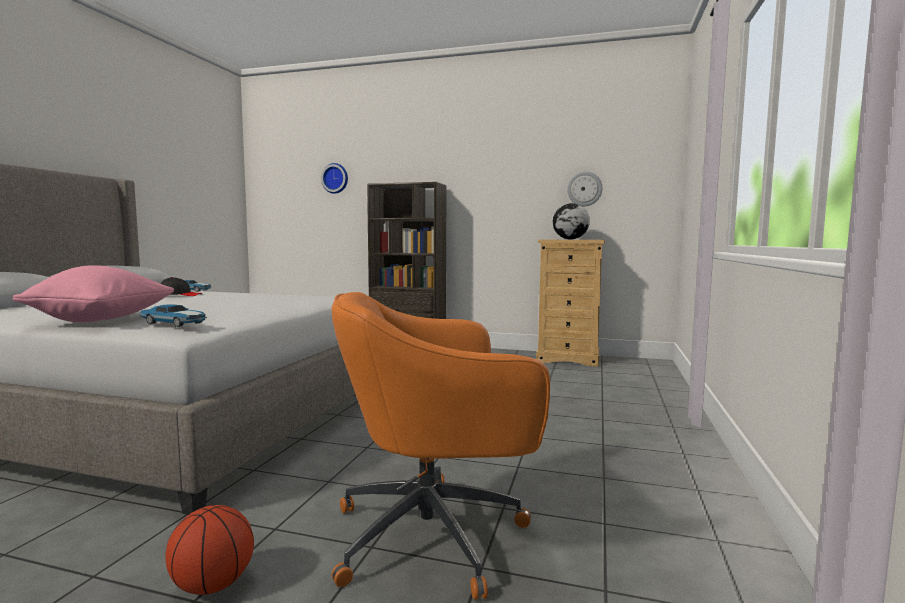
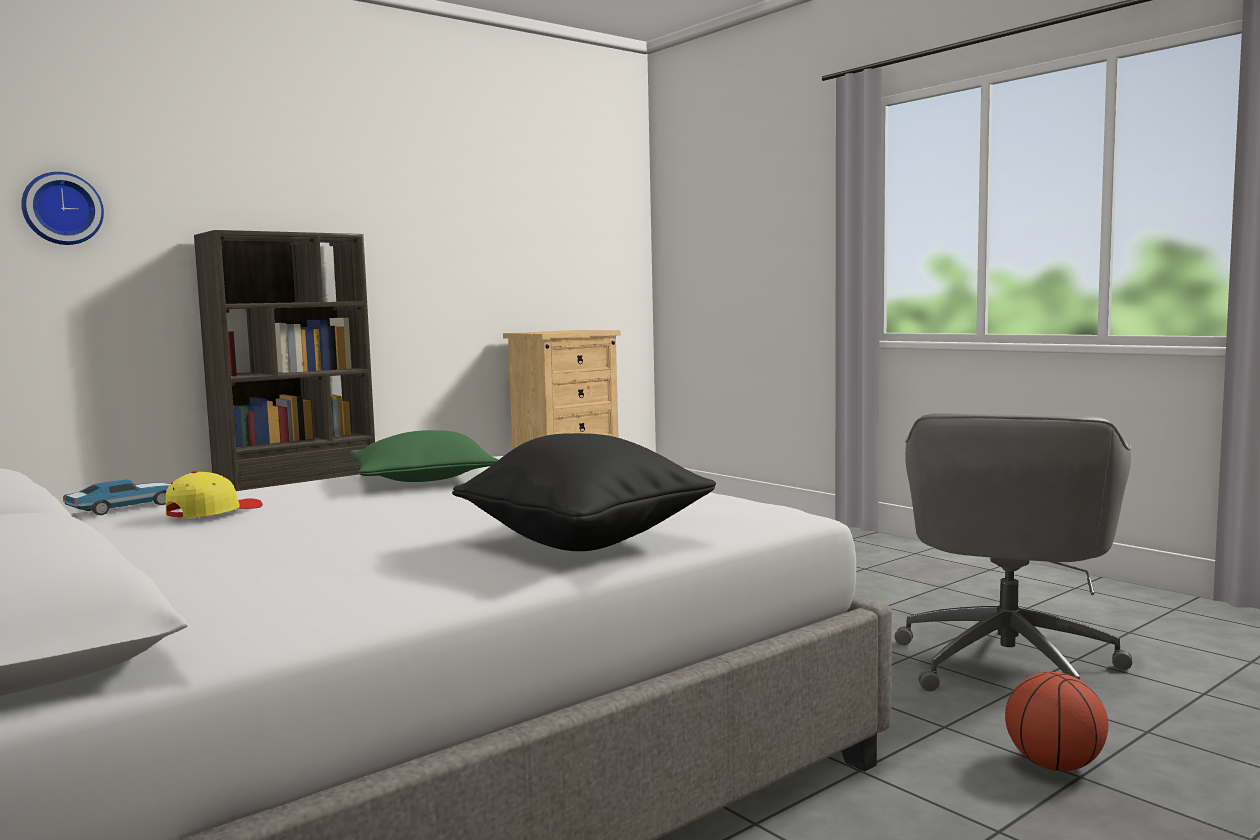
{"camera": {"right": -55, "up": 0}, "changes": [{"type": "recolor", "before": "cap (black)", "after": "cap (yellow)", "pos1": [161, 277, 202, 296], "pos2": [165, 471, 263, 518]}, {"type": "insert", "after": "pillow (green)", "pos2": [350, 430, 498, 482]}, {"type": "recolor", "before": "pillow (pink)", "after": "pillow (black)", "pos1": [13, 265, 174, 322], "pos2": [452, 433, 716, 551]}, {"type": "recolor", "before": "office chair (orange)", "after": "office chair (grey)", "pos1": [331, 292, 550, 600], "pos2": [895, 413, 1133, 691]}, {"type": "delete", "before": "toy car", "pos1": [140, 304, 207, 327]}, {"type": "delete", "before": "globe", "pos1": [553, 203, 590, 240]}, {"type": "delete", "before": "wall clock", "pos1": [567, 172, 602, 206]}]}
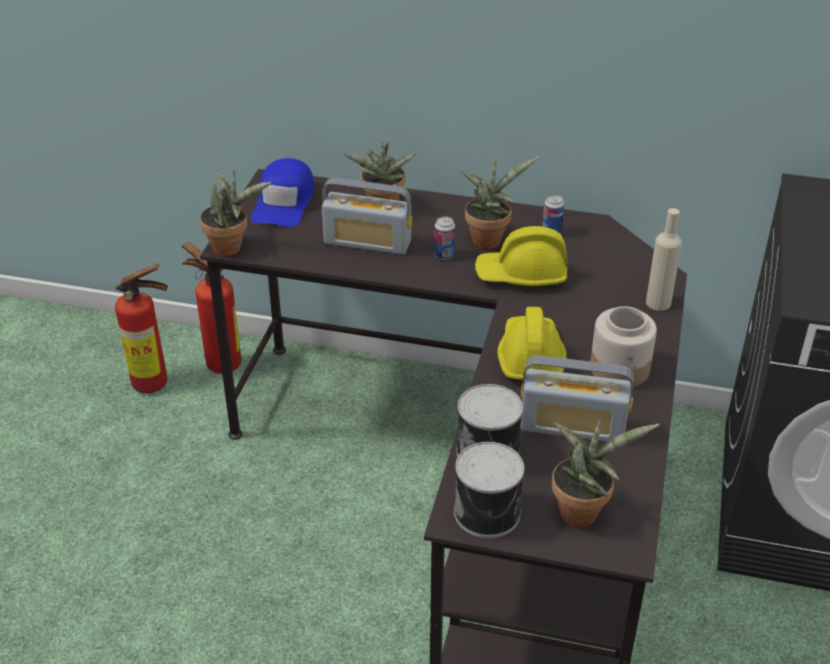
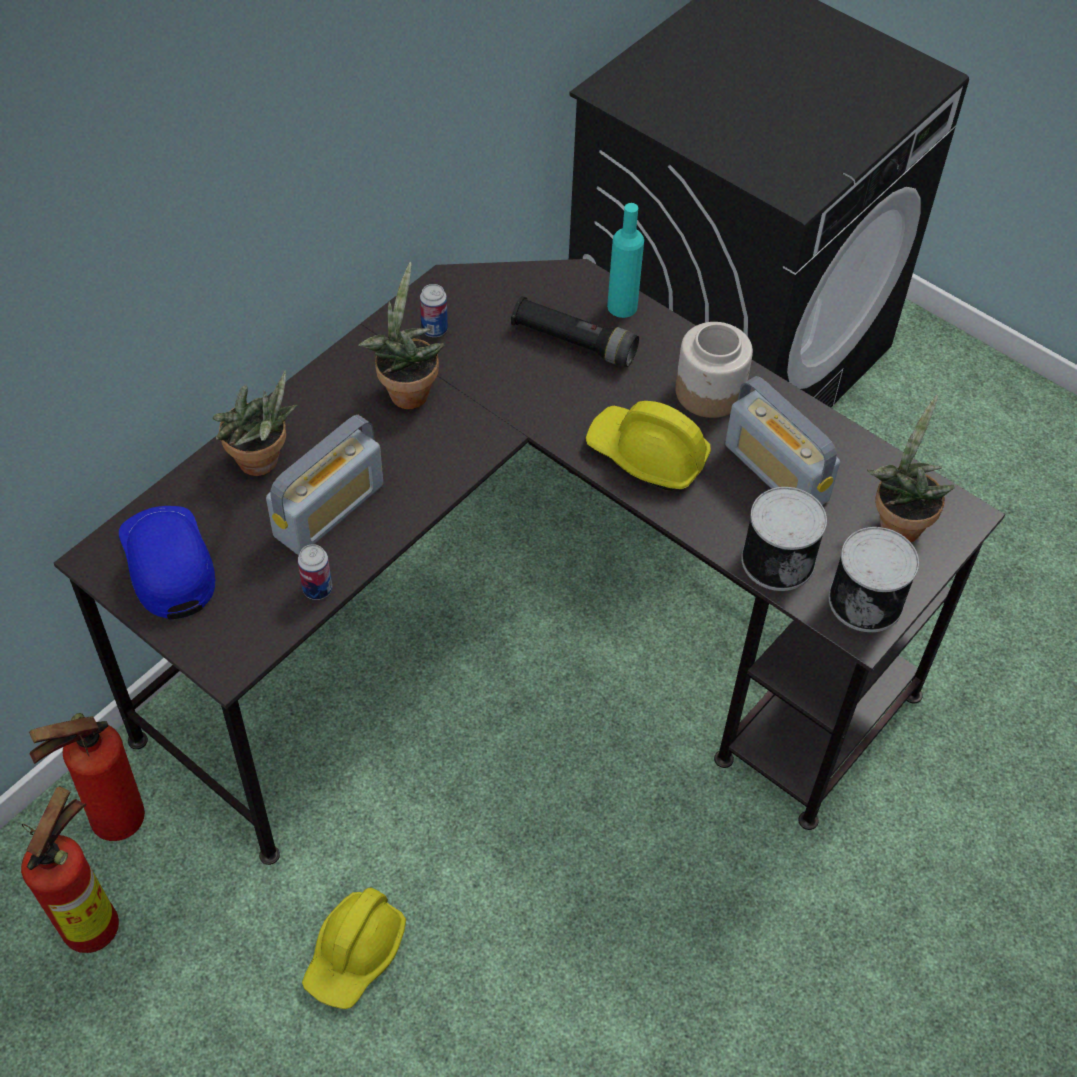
{"camera": {"right": -65, "up": 15}, "changes": [{"type": "rotate", "before": "cap (blue)", "pos1": [251, 158, 314, 227], "pos2": [119, 506, 215, 619], "turn": -150}, {"type": "move", "before": "can", "pos1": [434, 216, 455, 260], "pos2": [298, 544, 332, 600]}, {"type": "move", "before": "hard hat (yellow)", "pos1": [475, 226, 567, 289], "pos2": [302, 887, 406, 1009]}, {"type": "insert", "after": "flashlight (black)", "pos2": [511, 296, 639, 367]}, {"type": "recolor", "before": "bottle (beige)", "after": "bottle (turquoise)", "pos1": [646, 208, 682, 311], "pos2": [607, 203, 644, 318]}, {"type": "rotate", "before": "radio", "pos1": [520, 356, 634, 442], "pos2": [725, 376, 840, 505], "turn": 105}, {"type": "delete", "before": "potted plant", "pos1": [200, 170, 271, 256]}]}
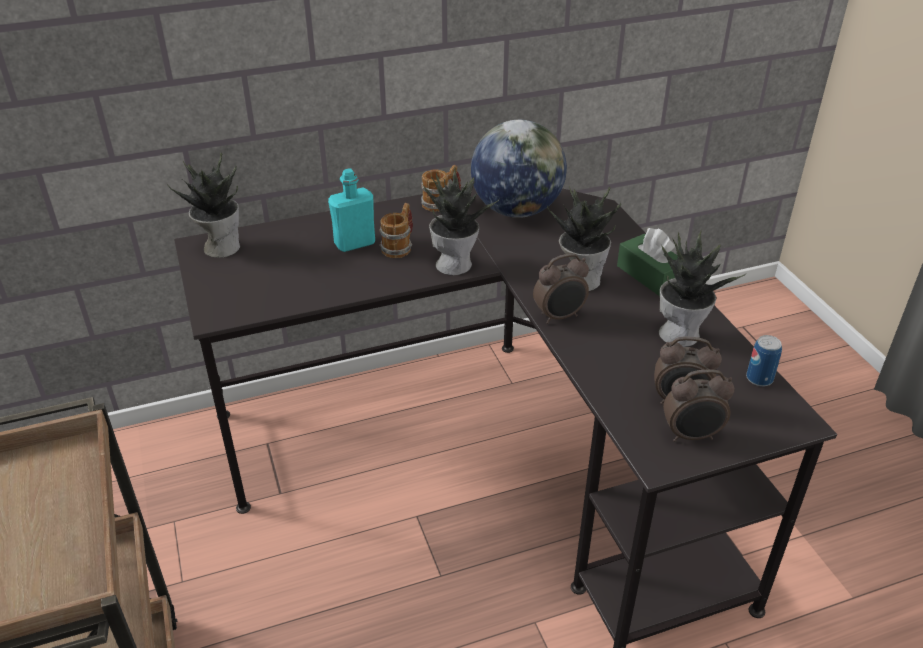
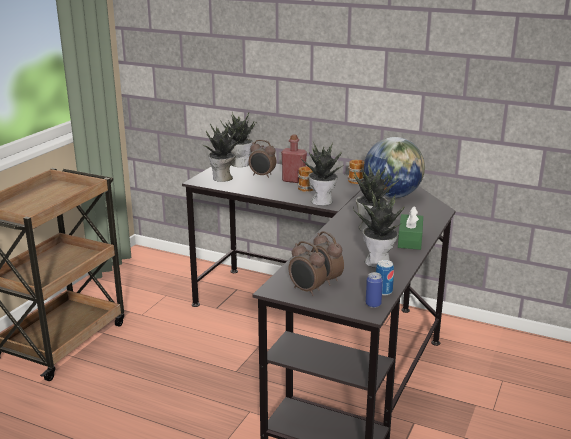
{"camera": {"right": 45, "up": -15}, "changes": [{"type": "insert", "after": "potted plant", "pos2": [202, 123, 241, 182]}, {"type": "move", "before": "alarm clock", "pos1": [533, 253, 589, 324], "pos2": [249, 140, 276, 178]}, {"type": "recolor", "before": "bottle (turquoise)", "after": "bottle (red)", "pos1": [328, 168, 375, 252], "pos2": [281, 134, 307, 183]}, {"type": "insert", "after": "can", "pos2": [366, 272, 383, 308]}]}
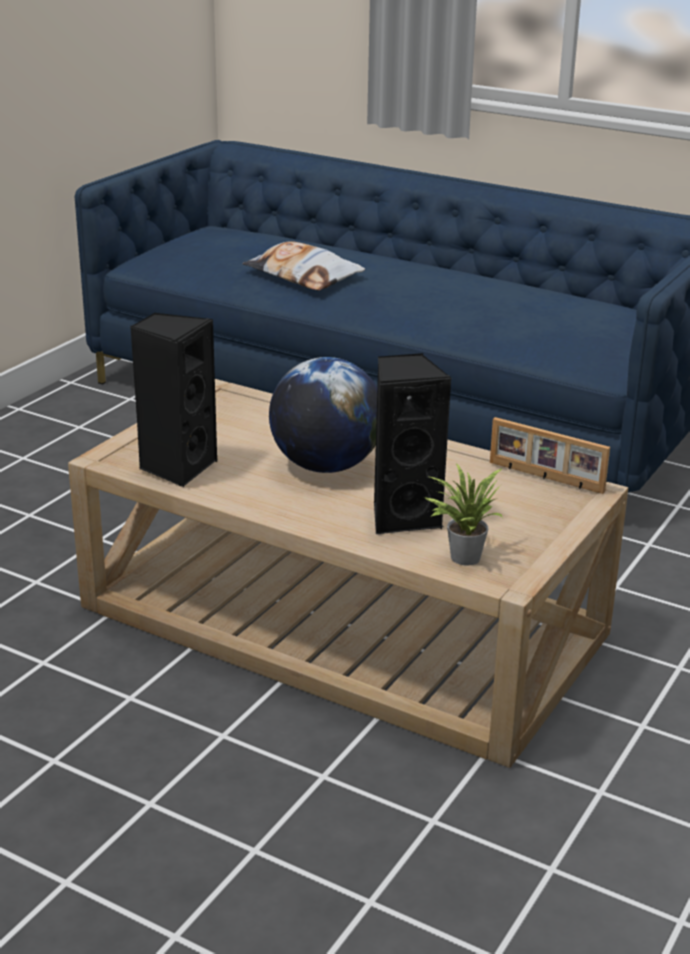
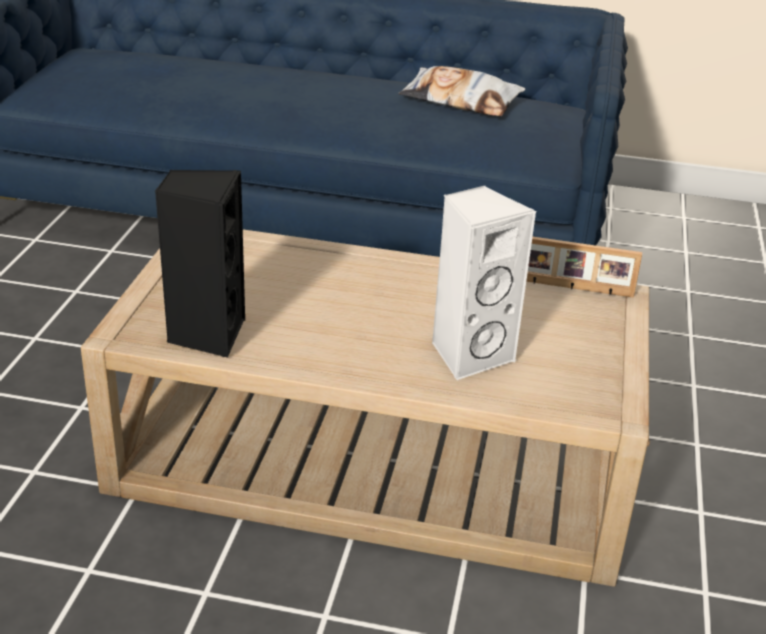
{"camera": {"right": -20, "up": 5}, "changes": [{"type": "move", "before": "pillow", "pos1": [242, 241, 365, 291], "pos2": [398, 66, 525, 116]}, {"type": "recolor", "before": "speaker (black)", "after": "speaker (white)", "pos1": [374, 353, 452, 534], "pos2": [432, 185, 536, 380]}, {"type": "delete", "before": "globe", "pos1": [269, 357, 377, 473]}, {"type": "delete", "before": "potted plant", "pos1": [422, 463, 503, 566]}]}
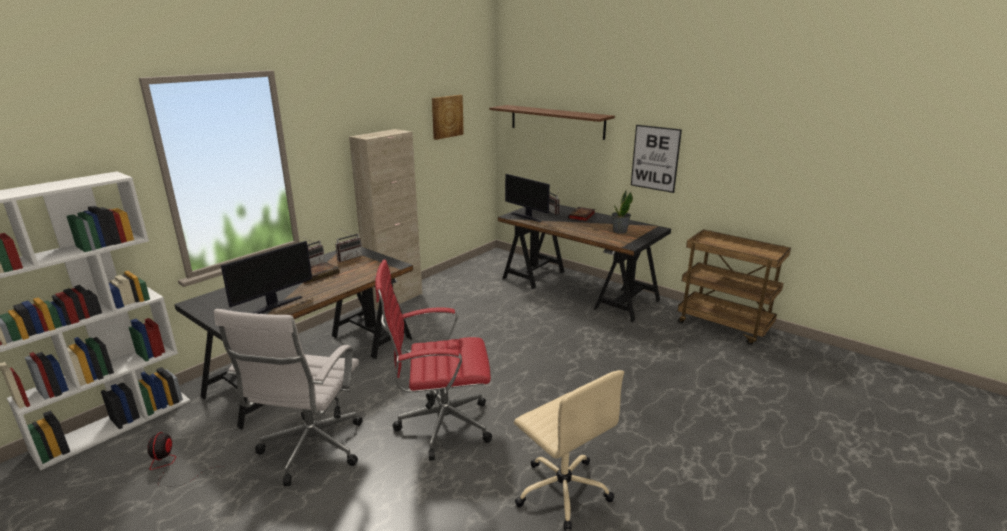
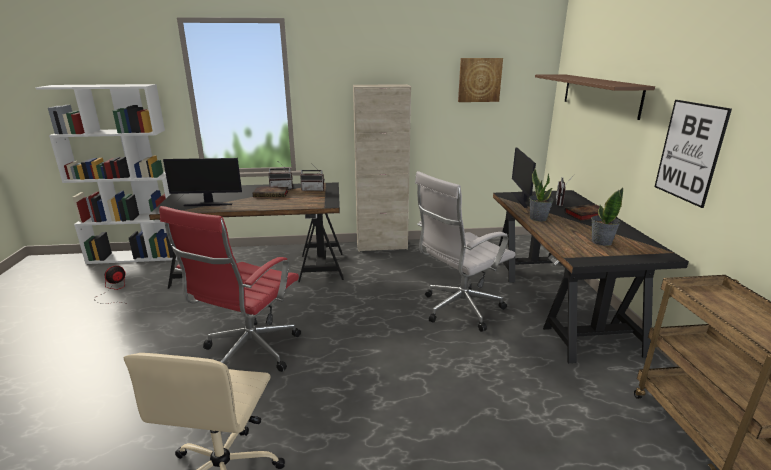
{"camera": {"right": 45, "up": 0}, "changes": [{"type": "rotate", "before": "office chair (red)", "pos1": [375, 260, 492, 460], "pos2": [159, 206, 301, 372], "turn": -105}, {"type": "move", "before": "office chair (white)", "pos1": [214, 309, 363, 486], "pos2": [415, 171, 515, 332]}, {"type": "insert", "after": "potted plant", "pos2": [529, 168, 554, 222]}]}
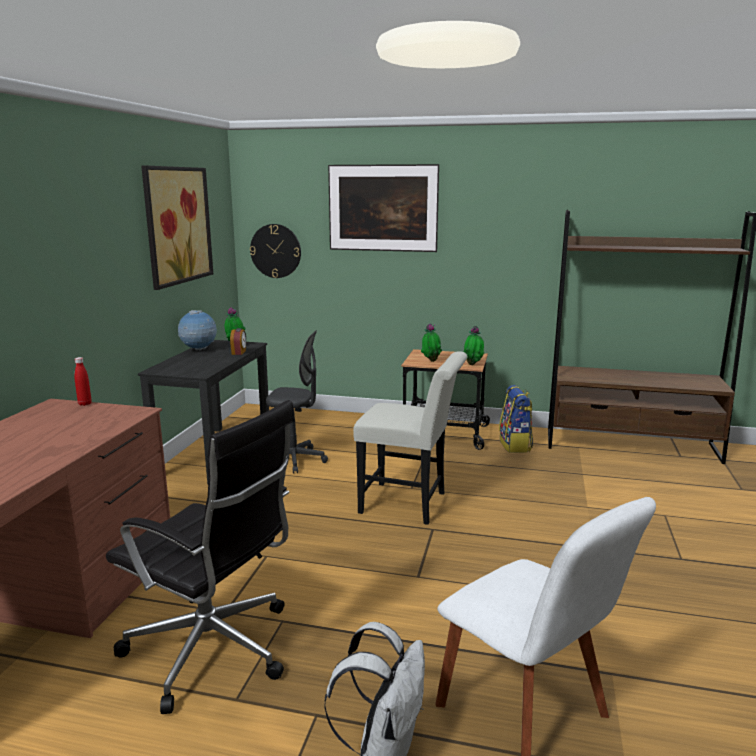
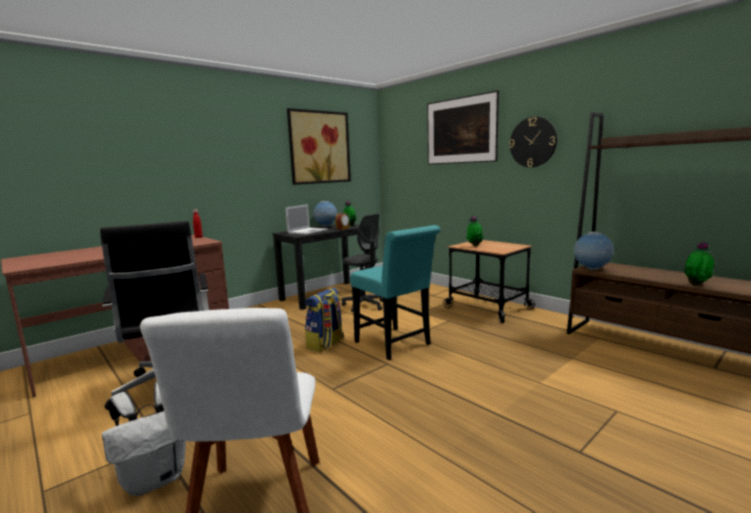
{"camera": {"right": 35, "up": -5}, "changes": [{"type": "insert", "after": "laptop", "pos2": [285, 204, 328, 235]}, {"type": "move", "before": "backpack", "pos1": [499, 385, 533, 453], "pos2": [305, 288, 344, 352]}, {"type": "recolor", "before": "chair (white)", "after": "chair (turquoise)", "pos1": [353, 351, 468, 524], "pos2": [350, 225, 441, 360]}, {"type": "move", "before": "wall clock", "pos1": [250, 224, 301, 278], "pos2": [509, 117, 557, 167]}, {"type": "insert", "after": "globe", "pos2": [574, 232, 615, 270]}, {"type": "move", "before": "potted plant", "pos1": [463, 326, 484, 365], "pos2": [684, 241, 714, 285]}]}
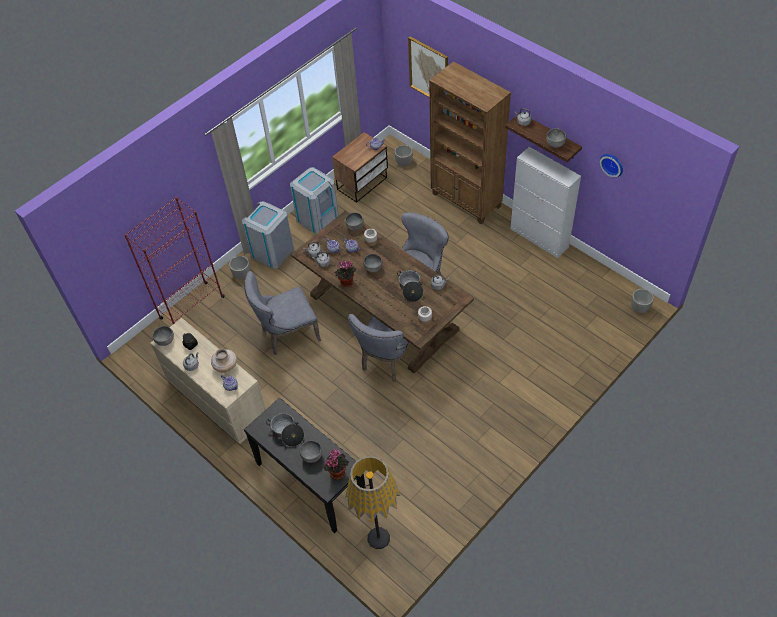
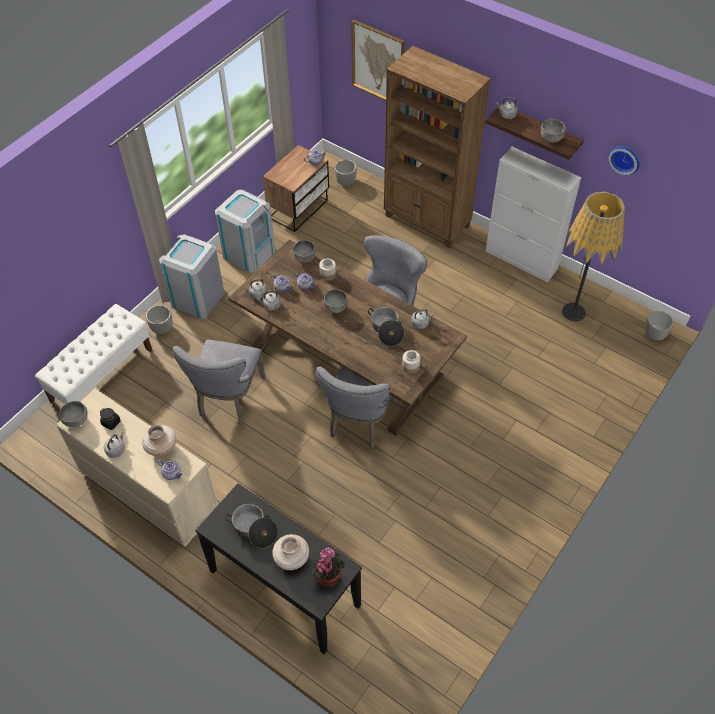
{"camera": {"right": -10, "up": 0}, "changes": [{"type": "replace", "before": "bookcase (red)", "after": "bench (white)", "pos1": [124, 197, 225, 324], "pos2": [34, 304, 153, 404]}, {"type": "rotate", "before": "chair (grey)", "pos1": [244, 271, 321, 355], "pos2": [172, 340, 266, 425], "turn": -45}, {"type": "replace", "before": "bowl (grey)", "after": "vase (beige)", "pos1": [300, 440, 322, 463], "pos2": [272, 534, 309, 570]}, {"type": "move", "before": "floor lamp", "pos1": [345, 456, 400, 549], "pos2": [562, 192, 625, 322]}, {"type": "delete", "before": "potted plant", "pos1": [334, 260, 356, 287]}]}
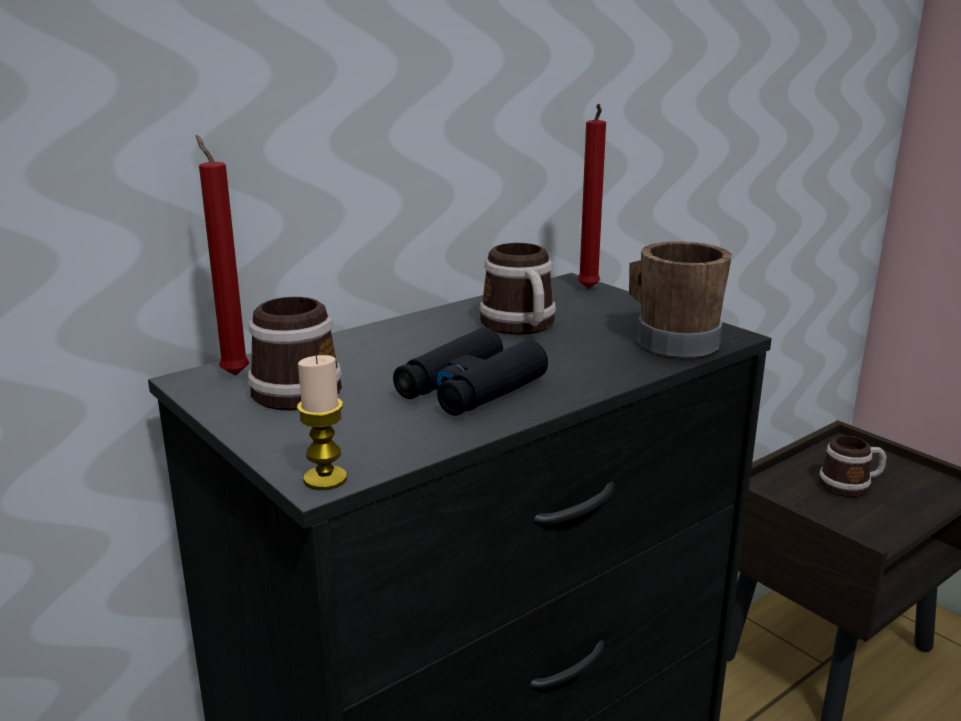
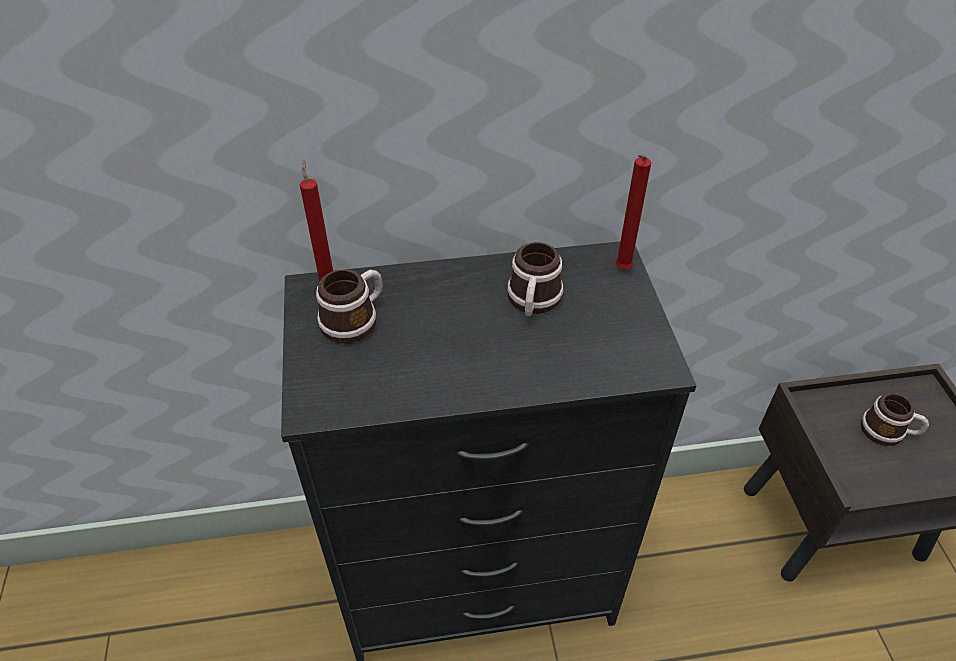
{"camera": {"right": 30, "up": 25}, "changes": [{"type": "delete", "before": "candle", "pos1": [297, 355, 347, 490]}, {"type": "delete", "before": "binoculars (black)", "pos1": [393, 327, 548, 416]}, {"type": "delete", "before": "mug (brown)", "pos1": [629, 241, 732, 358]}]}
